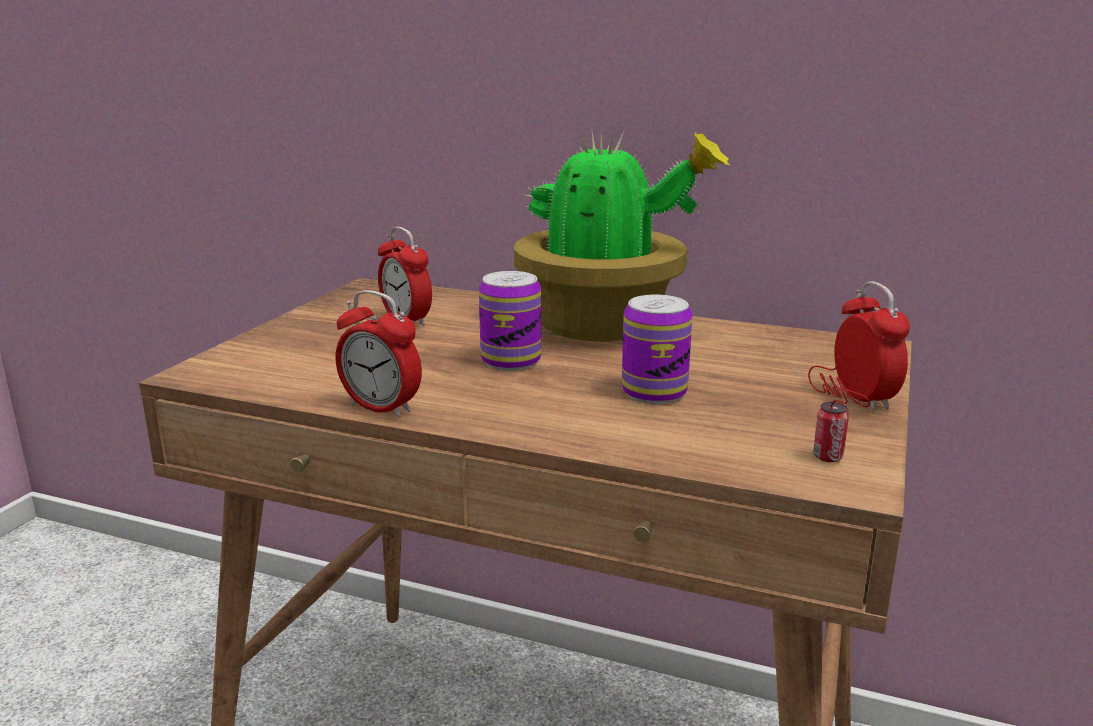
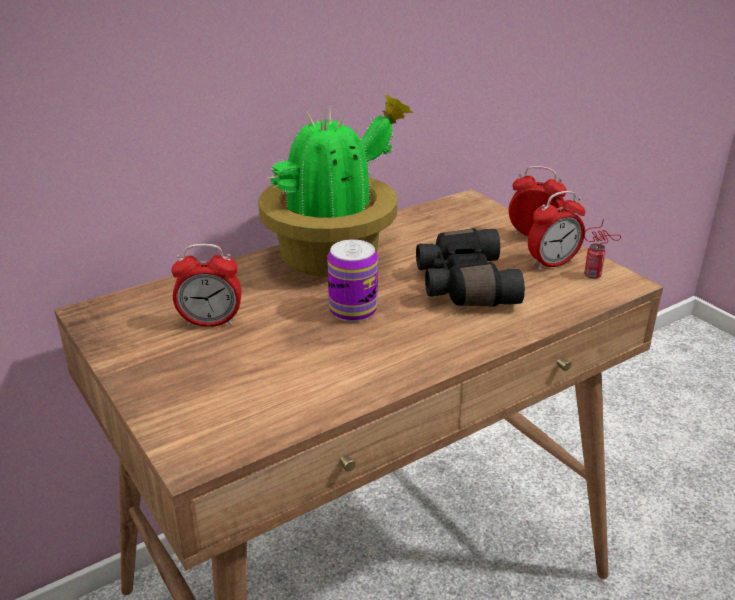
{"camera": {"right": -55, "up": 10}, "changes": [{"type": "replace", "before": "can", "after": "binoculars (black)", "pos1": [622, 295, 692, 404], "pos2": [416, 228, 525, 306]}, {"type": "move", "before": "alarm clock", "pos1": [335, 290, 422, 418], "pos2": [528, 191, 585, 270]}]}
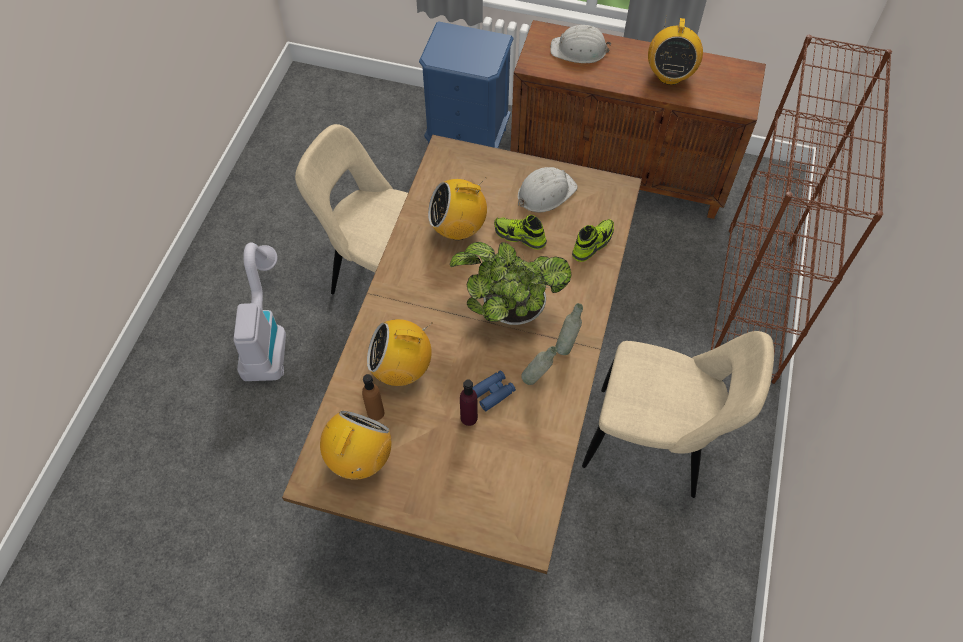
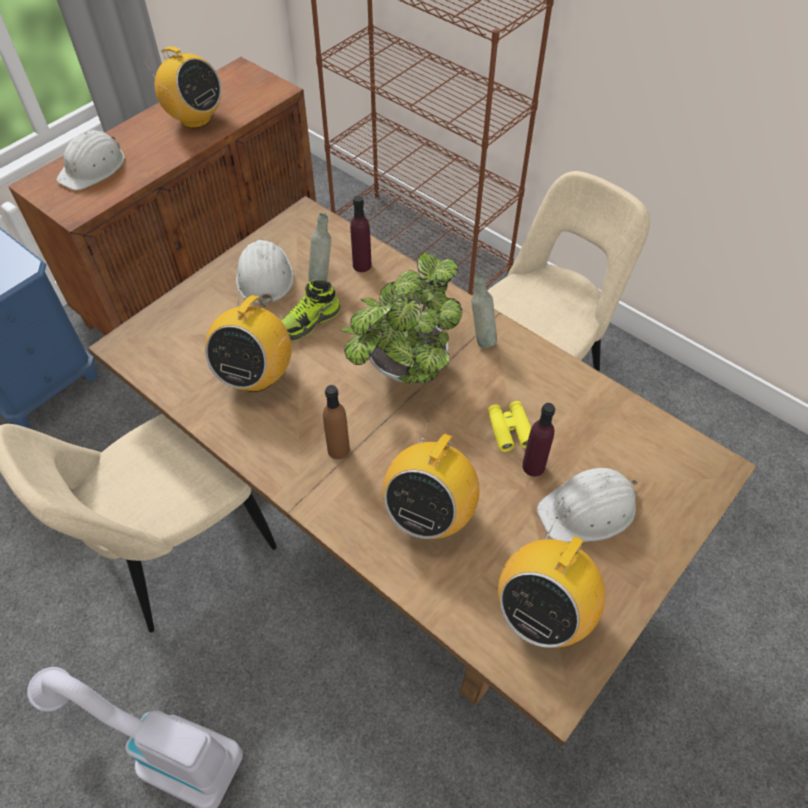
{"camera": {"right": -65, "up": -5}, "changes": [{"type": "move", "before": "bottle (grey)", "pos1": [521, 346, 557, 385], "pos2": [308, 213, 331, 282]}, {"type": "move", "before": "bottle (brown)", "pos1": [362, 374, 384, 421], "pos2": [323, 385, 350, 459]}, {"type": "replace", "before": "shoe", "after": "bottle (purple)", "pos1": [572, 219, 614, 262], "pos2": [350, 196, 371, 272]}, {"type": "recolor", "before": "binoculars (blue)", "after": "binoculars (yellow)", "pos1": [472, 370, 516, 411], "pos2": [488, 401, 531, 452]}, {"type": "rotate", "before": "radio", "pos1": [320, 411, 391, 480], "pos2": [498, 517, 605, 648], "turn": -105}, {"type": "insert", "after": "hard hat (white)", "pos2": [537, 468, 637, 542]}]}
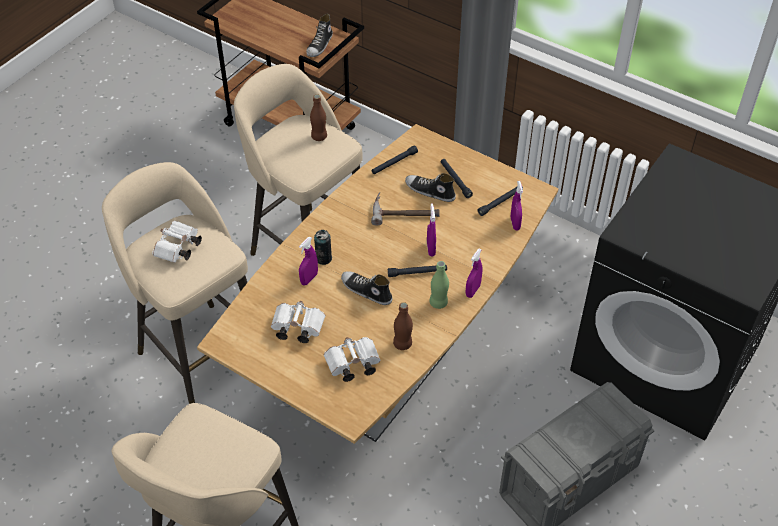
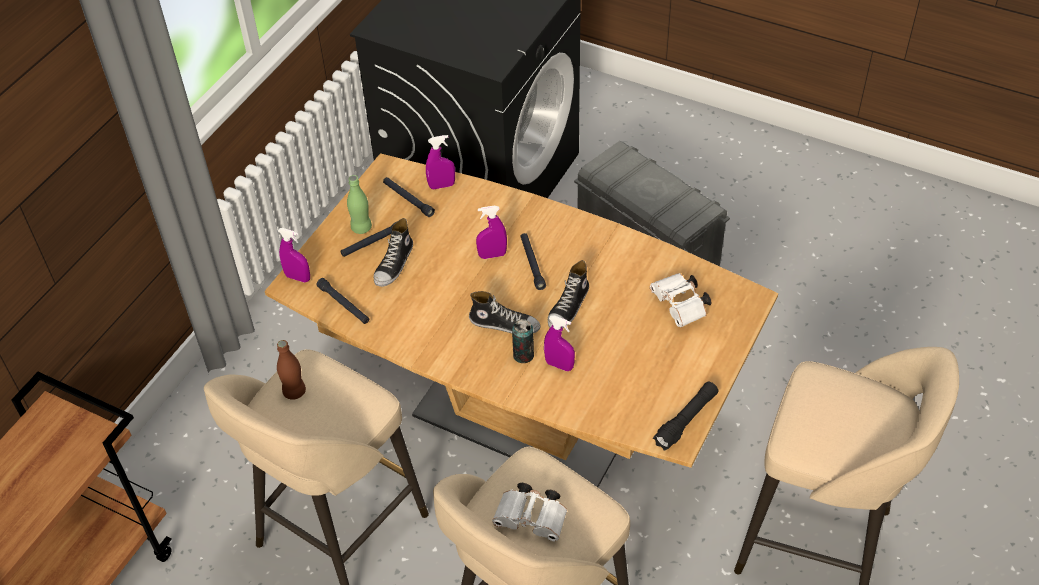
{"camera": {"right": -95, "up": 0}, "changes": [{"type": "move", "before": "spray bottle (purple)", "pos1": [466, 249, 483, 298], "pos2": [278, 228, 310, 282]}, {"type": "move", "before": "bottle (green)", "pos1": [430, 261, 449, 309], "pos2": [347, 175, 372, 234]}, {"type": "move", "before": "shoe", "pos1": [306, 14, 333, 57], "pos2": [469, 291, 541, 333]}, {"type": "insert", "after": "flashlight (black)", "pos2": [653, 382, 718, 451]}, {"type": "delete", "before": "binoculars (white)", "pos1": [271, 301, 326, 343]}, {"type": "delete", "before": "hammer", "pos1": [371, 193, 440, 226]}, {"type": "delete", "before": "bottle (brown)", "pos1": [393, 302, 413, 350]}]}
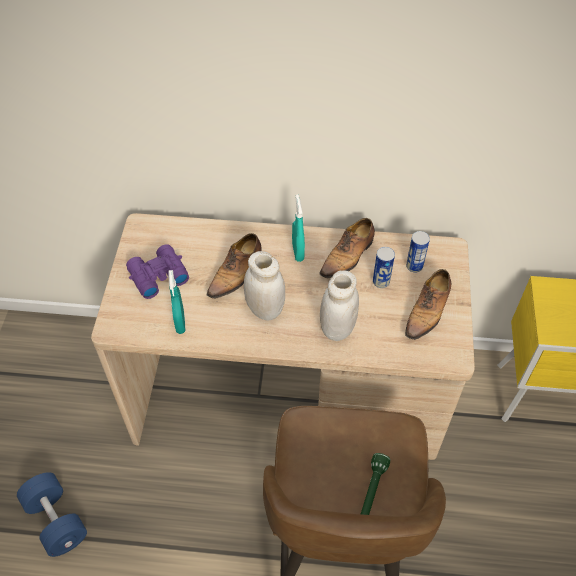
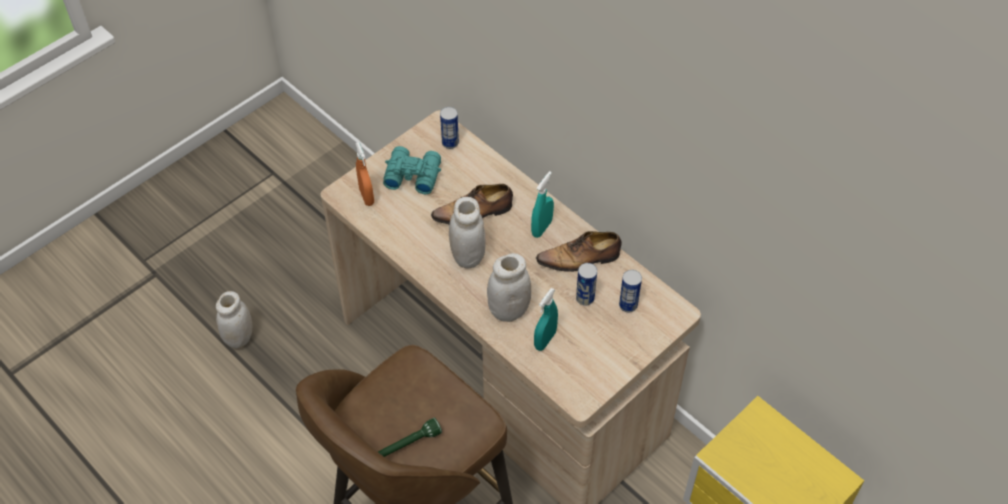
{"camera": {"right": 40, "up": 0}, "changes": [{"type": "replace", "before": "dumbbell (blue)", "after": "jar (white)", "pos1": [17, 472, 87, 557], "pos2": [216, 291, 252, 349]}, {"type": "insert", "after": "spray bottle (orange)", "pos2": [356, 142, 374, 206]}, {"type": "recolor", "before": "binoculars (purple)", "after": "binoculars (turquoise)", "pos1": [126, 244, 189, 299], "pos2": [383, 146, 441, 194]}, {"type": "insert", "after": "can", "pos2": [440, 107, 459, 149]}, {"type": "move", "before": "spray bottle (turquoise)", "pos1": [168, 270, 186, 334], "pos2": [534, 288, 558, 351]}, {"type": "delete", "before": "shoe", "pos1": [405, 269, 451, 340]}]}
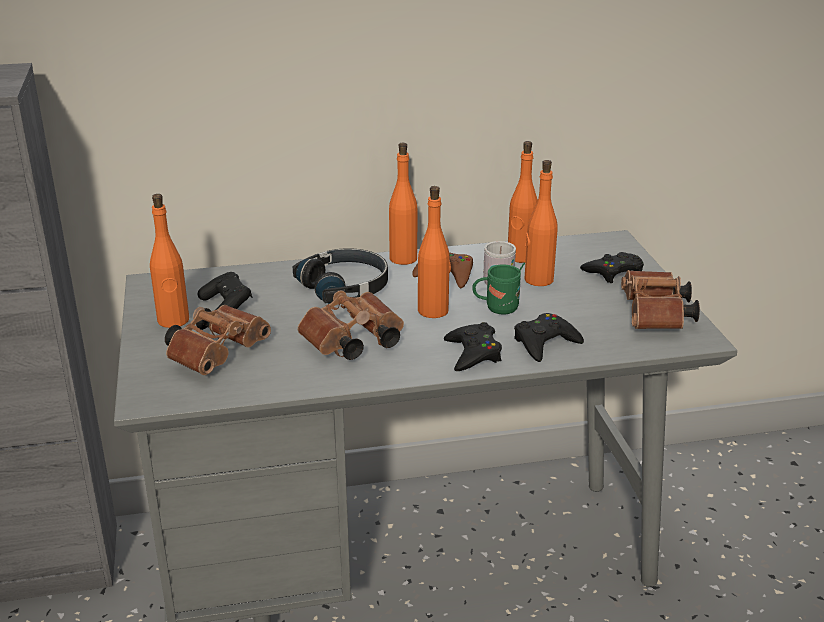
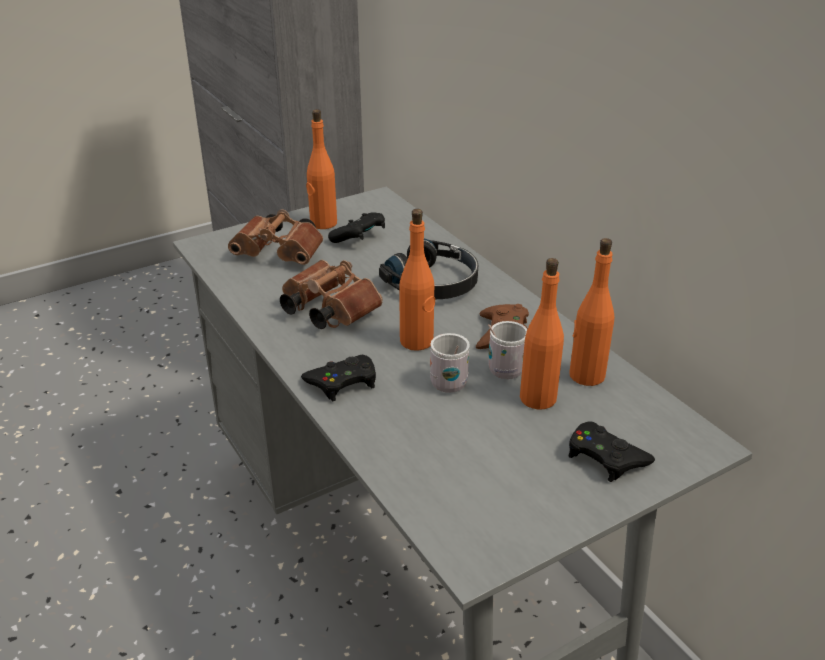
{"camera": {"right": 70, "up": 5}, "changes": [{"type": "recolor", "before": "mug (green)", "after": "mug (white)", "pos1": [472, 262, 525, 314], "pos2": [430, 333, 470, 393]}, {"type": "delete", "before": "bottle (orange)", "pos1": [389, 143, 417, 265]}, {"type": "delete", "before": "game controller (black)", "pos1": [514, 313, 584, 362]}, {"type": "delete", "before": "binoculars (brown)", "pos1": [621, 270, 700, 329]}]}
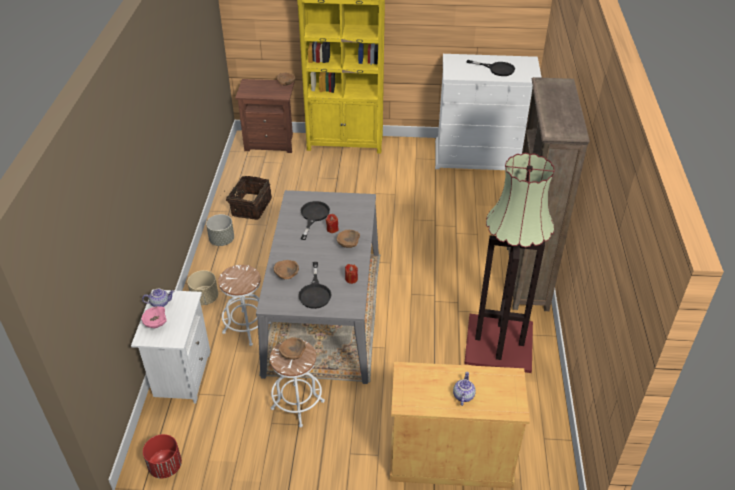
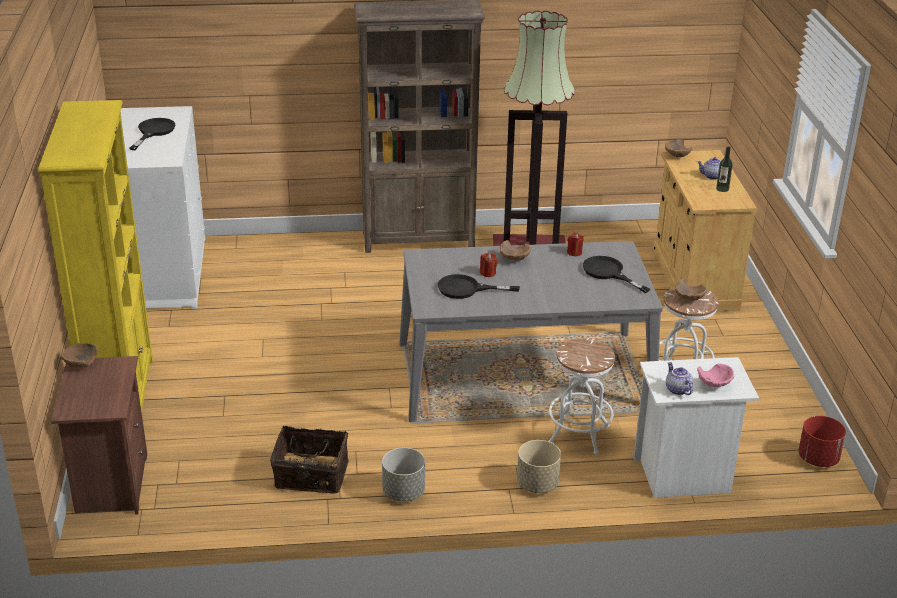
{"camera": {"right": -100, "up": -10}, "changes": [{"type": "rotate", "before": "frying pan (black)", "pos1": [298, 262, 332, 309], "pos2": [583, 256, 650, 293], "turn": -120}, {"type": "move", "before": "bowl (brown)", "pos1": [274, 260, 299, 279], "pos2": [665, 139, 692, 157]}, {"type": "insert", "after": "bottle", "pos2": [716, 146, 733, 192]}]}
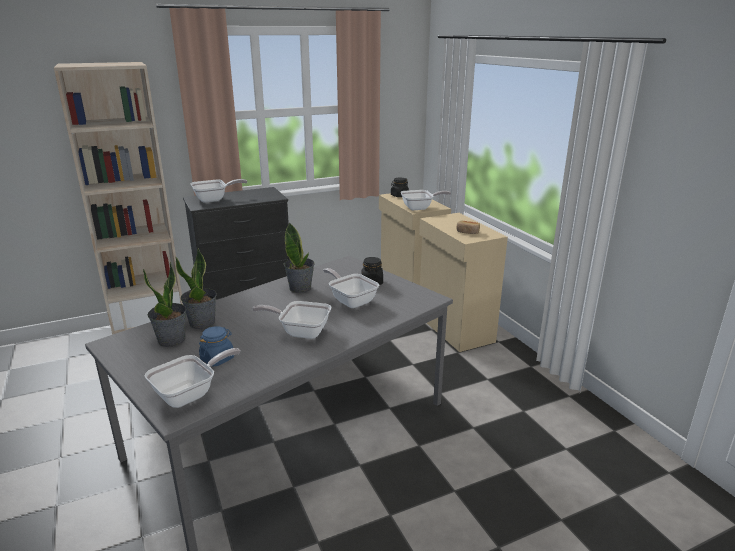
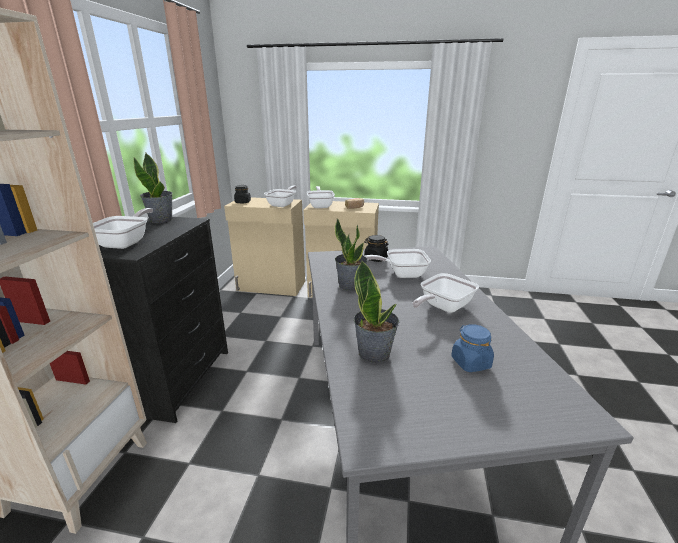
{"camera": {"right": -55, "up": 0}, "changes": [{"type": "move", "before": "potted plant", "pos1": [143, 261, 186, 347], "pos2": [133, 153, 173, 223]}, {"type": "move", "before": "frying pan", "pos1": [145, 348, 241, 408], "pos2": [307, 186, 335, 208]}]}
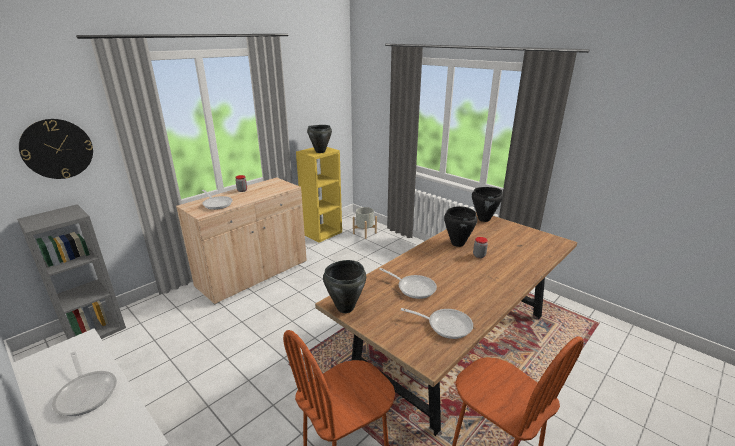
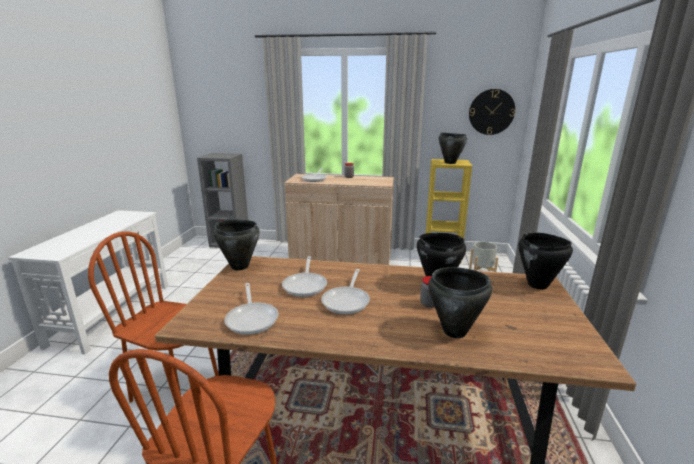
{"camera": {"right": 55, "up": -5}, "changes": [{"type": "move", "before": "frying pan", "pos1": [52, 352, 117, 416], "pos2": [321, 269, 370, 315]}, {"type": "insert", "after": "cooking pot (black)", "pos2": [428, 267, 492, 338]}, {"type": "move", "before": "wall clock", "pos1": [19, 119, 93, 179], "pos2": [469, 89, 515, 135]}]}
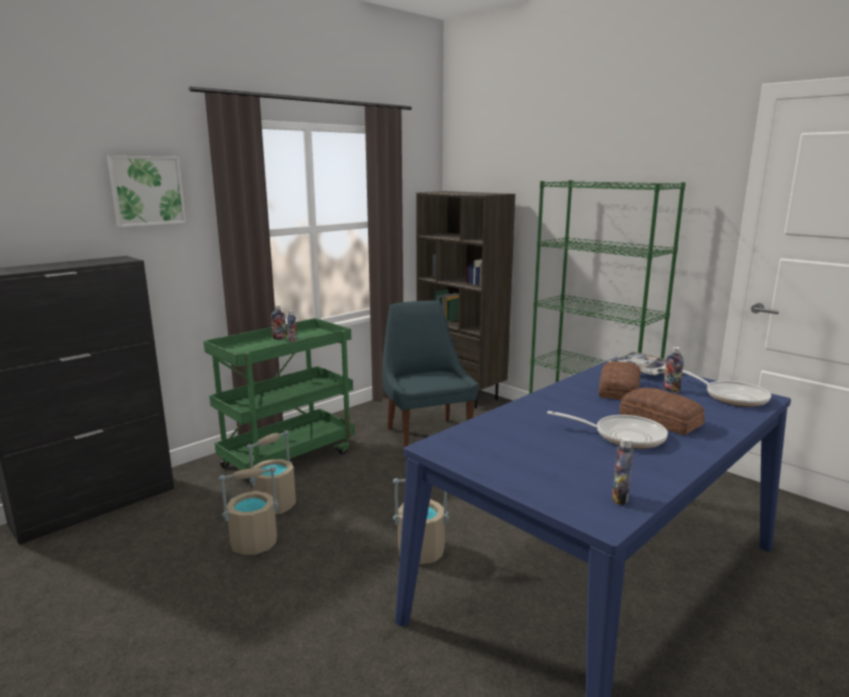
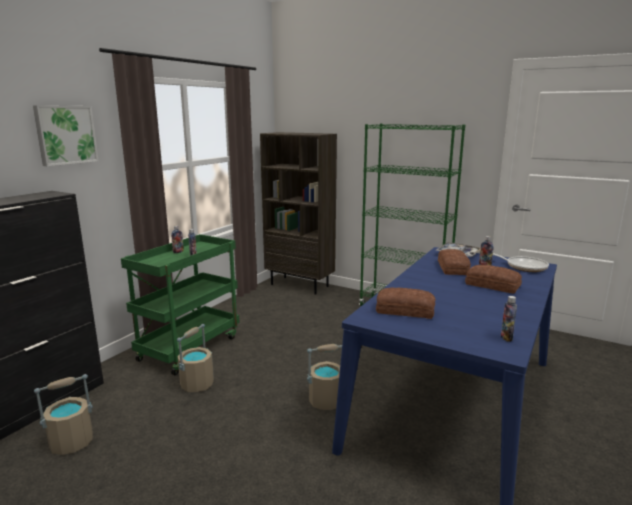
{"camera": {"right": -15, "up": 0}, "changes": [{"type": "move", "before": "bucket (beige)", "pos1": [219, 466, 279, 555], "pos2": [34, 374, 93, 455]}, {"type": "insert", "after": "bread", "pos2": [376, 287, 436, 319]}, {"type": "delete", "before": "chair (blue)", "pos1": [382, 301, 478, 447]}, {"type": "delete", "before": "frying pan", "pos1": [547, 411, 668, 449]}]}
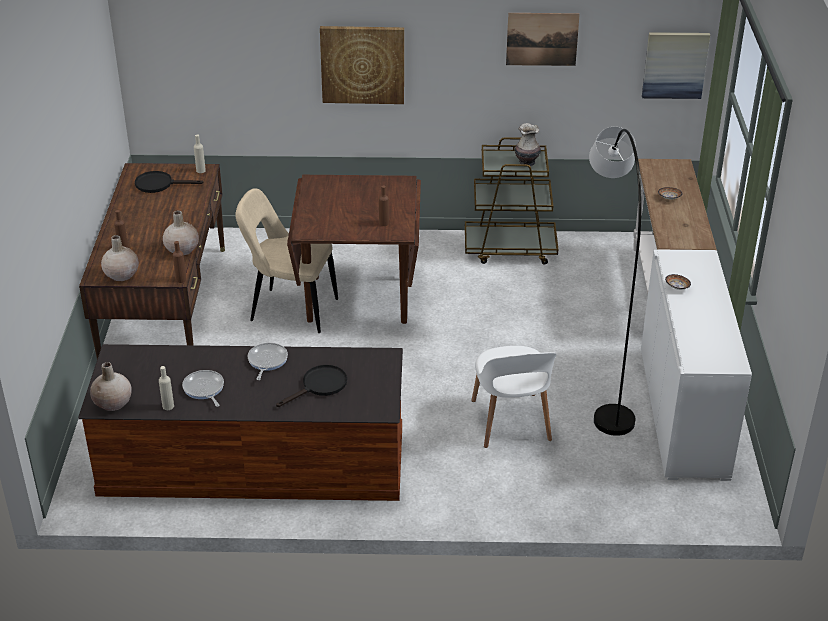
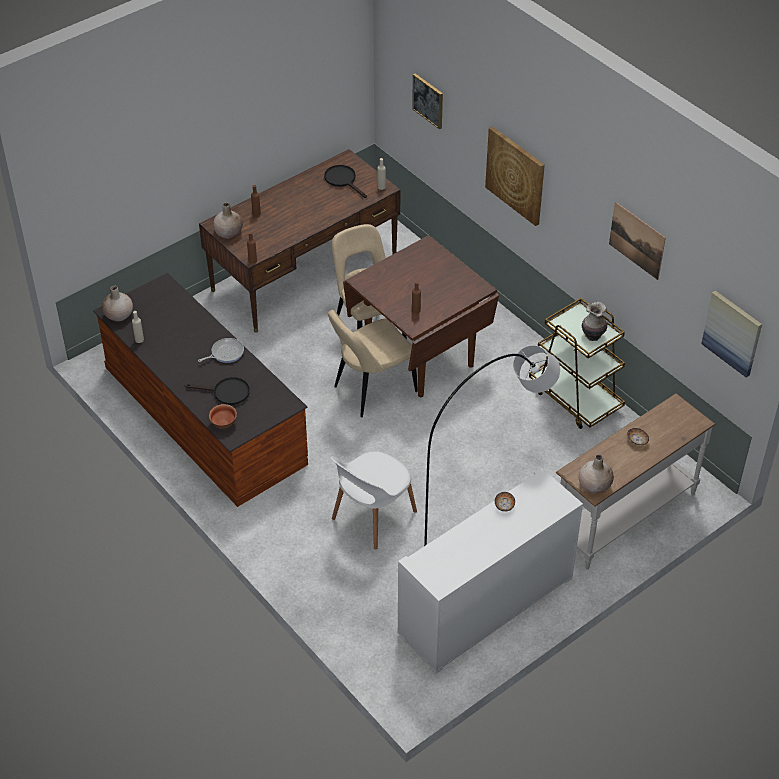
{"camera": {"right": 50, "up": 10}, "changes": [{"type": "insert", "after": "bowl", "pos2": [209, 404, 237, 429]}, {"type": "insert", "after": "chair (beige)", "pos2": [328, 310, 418, 417]}, {"type": "insert", "after": "picture", "pos2": [412, 74, 443, 130]}, {"type": "move", "before": "vase (beige)", "pos1": [163, 210, 199, 255], "pos2": [578, 454, 614, 494]}, {"type": "delete", "before": "frying pan", "pos1": [182, 370, 224, 407]}]}
